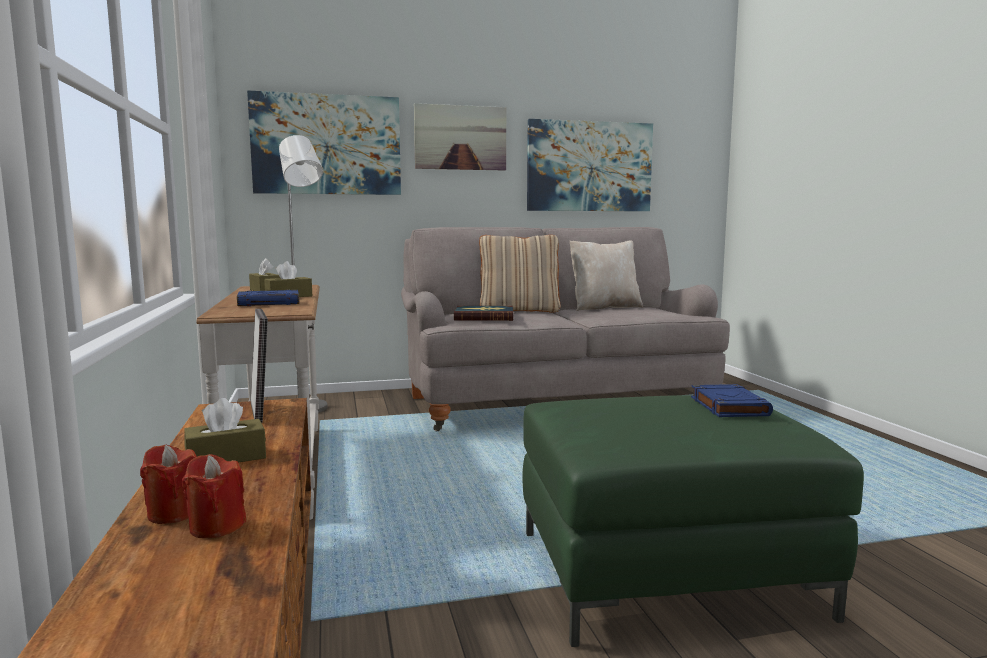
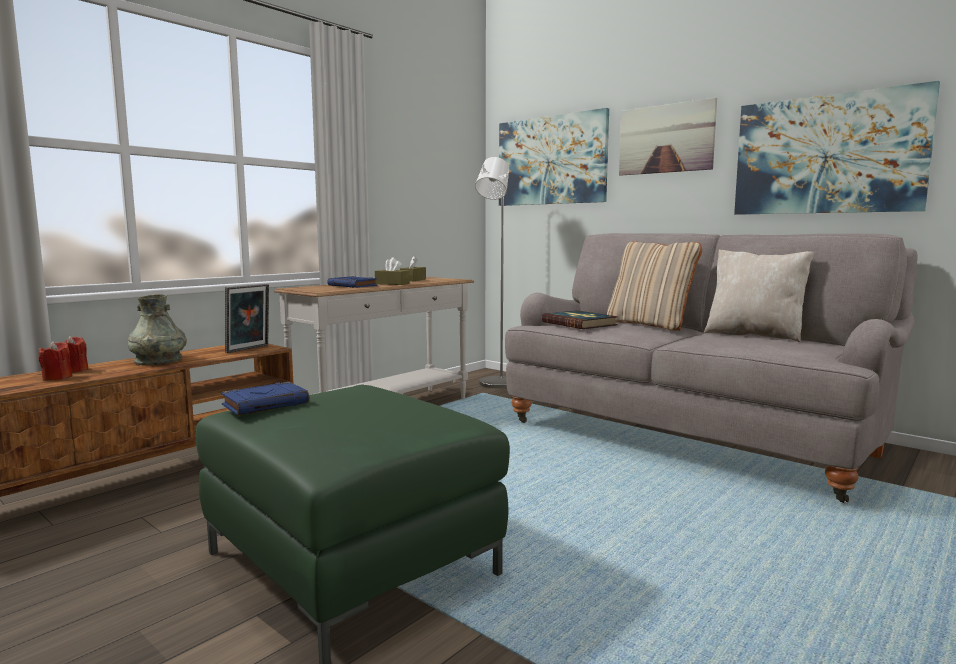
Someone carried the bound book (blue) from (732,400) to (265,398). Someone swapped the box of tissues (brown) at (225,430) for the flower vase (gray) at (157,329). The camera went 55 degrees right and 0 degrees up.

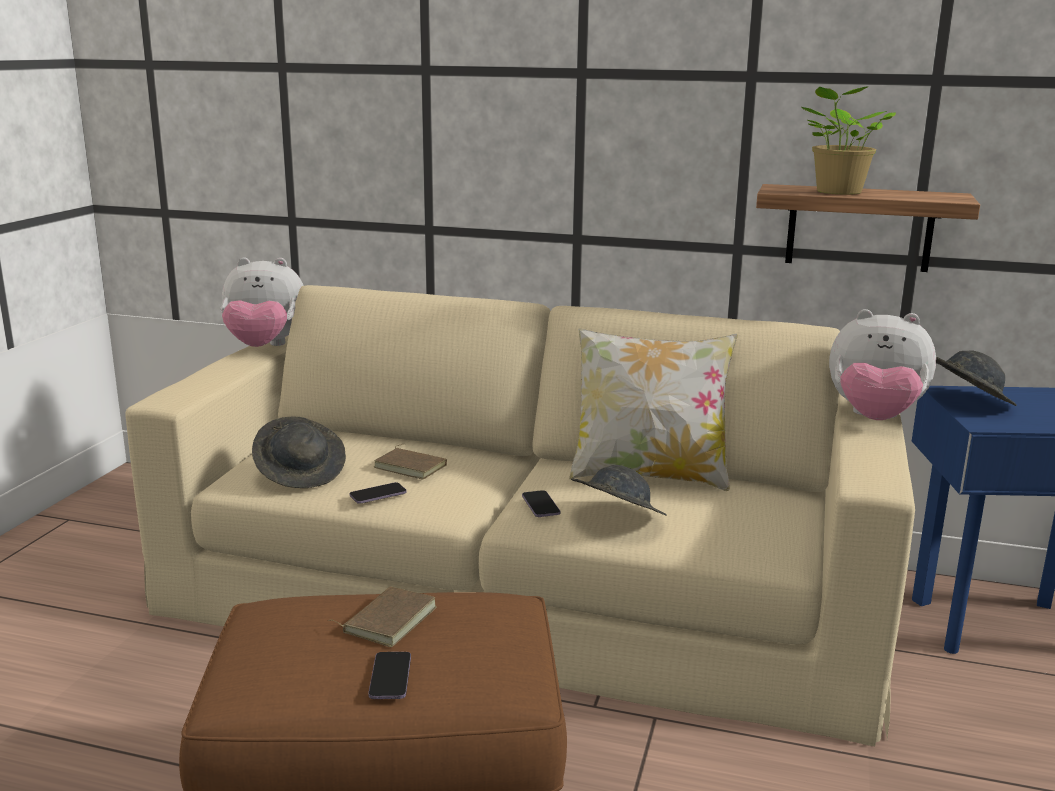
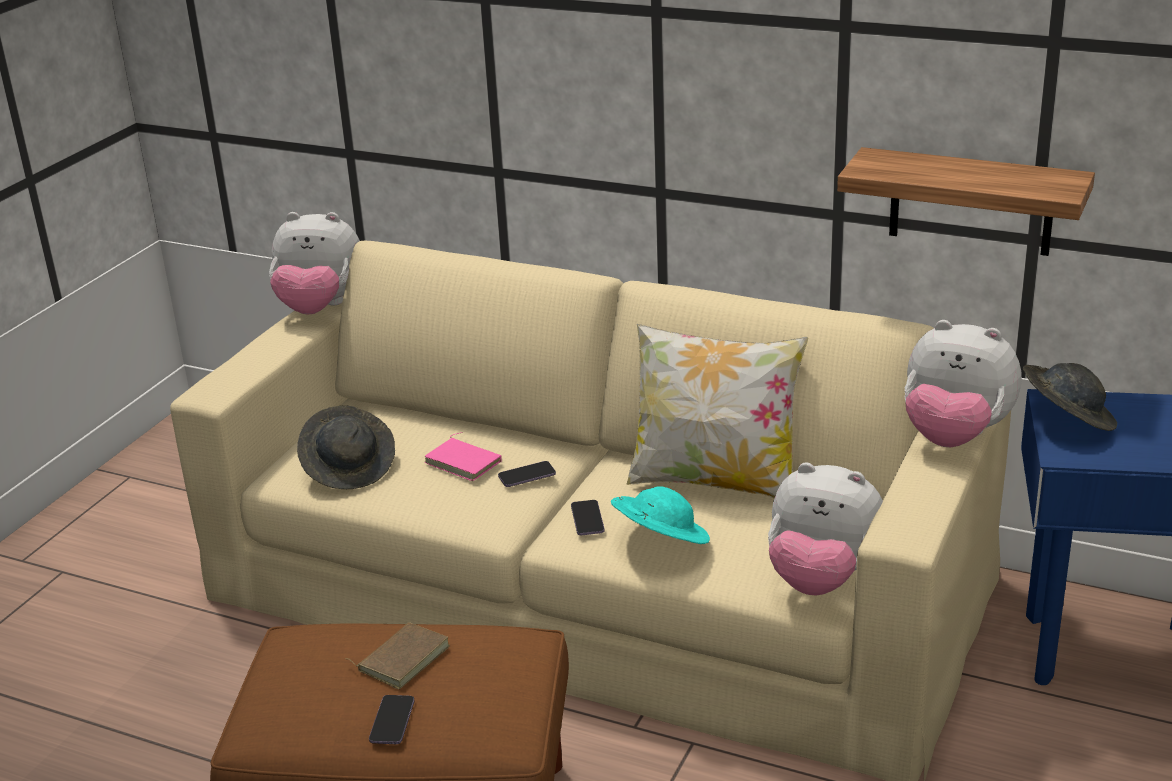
Someone took away the houseplant at (848,140). Someone repainted the bound book (brown) at (410,462), which became the bound book (pink) at (463,456). Someone repainted the wearable hat (gray) at (619,490), which became the wearable hat (turquoise-coloured) at (660,515). Someone carried the phone from (378,493) to (527,474). Someone put down the cuddly toy at (825,528). The camera went 10 degrees right and 10 degrees up.

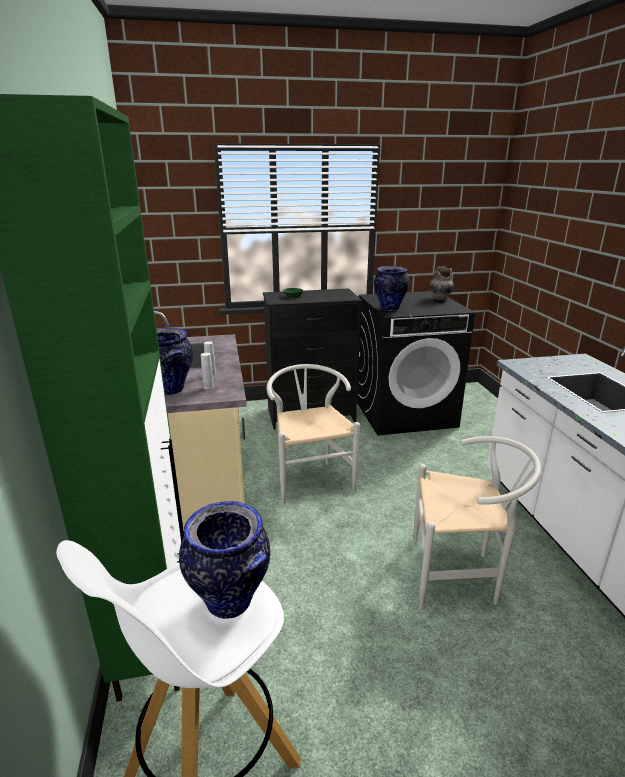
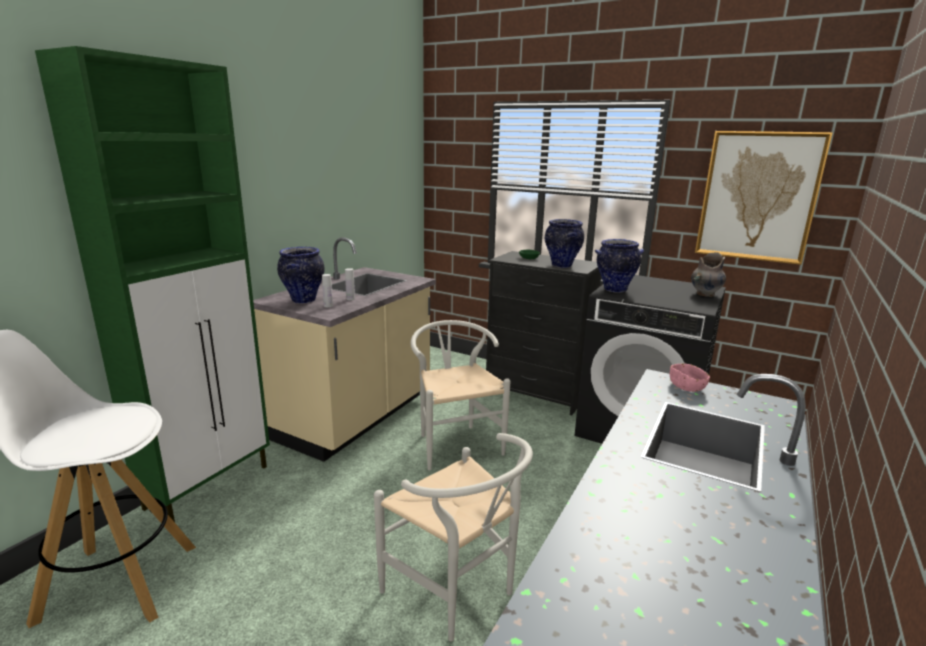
Someone rotated the chair (white-coloured) at (313,434) by 45 degrees counterclockwise. Someone carried the flower vase from (224,560) to (564,243). Someone put up the wall picture at (764,198). Someone put down the serving bowl (pink) at (690,378). The camera went 40 degrees right and 5 degrees down.

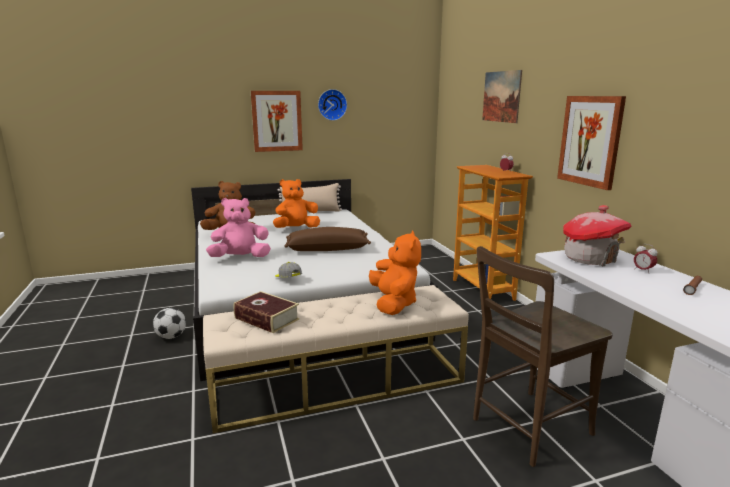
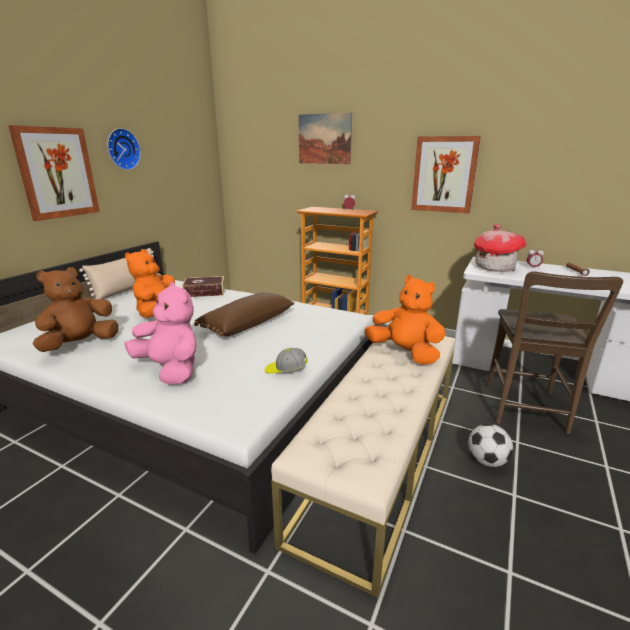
Someone rotated the cuddly toy (pink) at (238,227) by 105 degrees clockwise. Someone carried the bound book from (267,312) to (203,286). Someone carried the ball for football from (169,323) to (490,445). The camera went 45 degrees left and 5 degrees up.

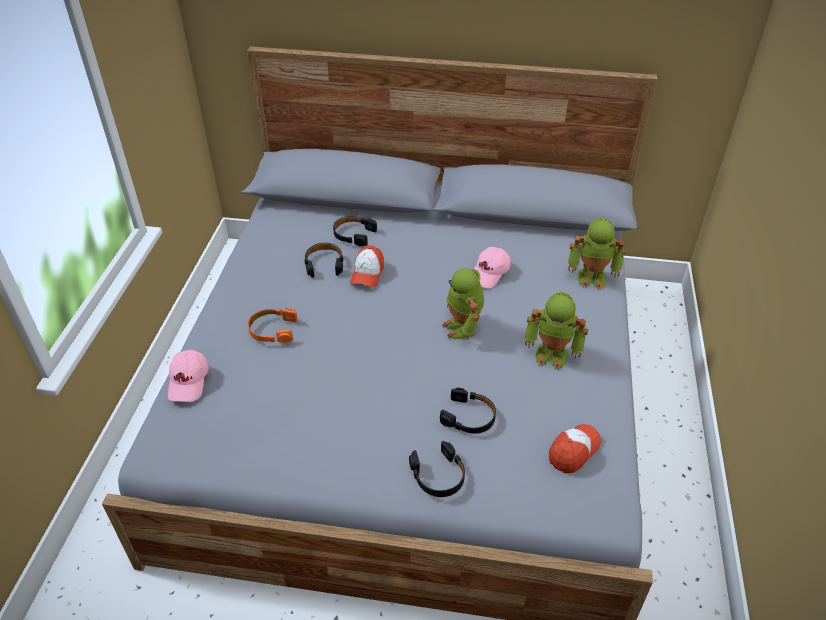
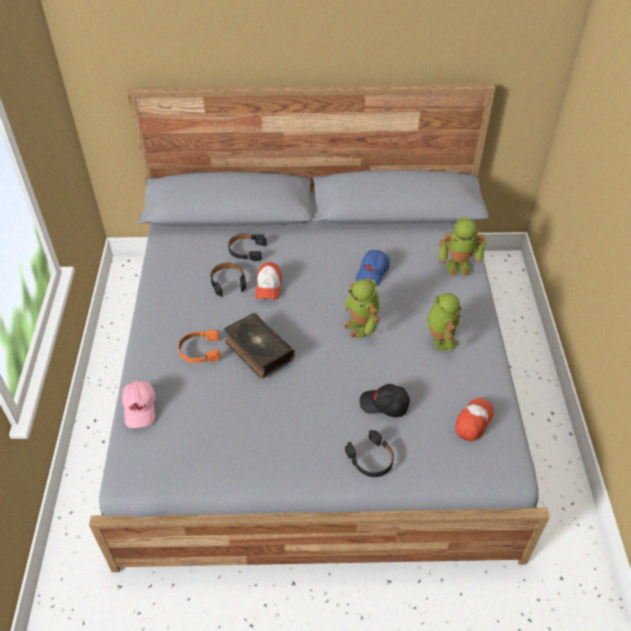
Someone repainted the peaked cap (pink) at (492,267), which became the peaked cap (blue) at (373,268). Someone rotated the model robot at (556,331) by 105 degrees counterclockwise. Someone swapped the headset (black-coloured) at (468,410) for the peaked cap (black-coloured) at (385,400). Someone put down the bound book at (260,346). The camera went 10 degrees left and 5 degrees up.

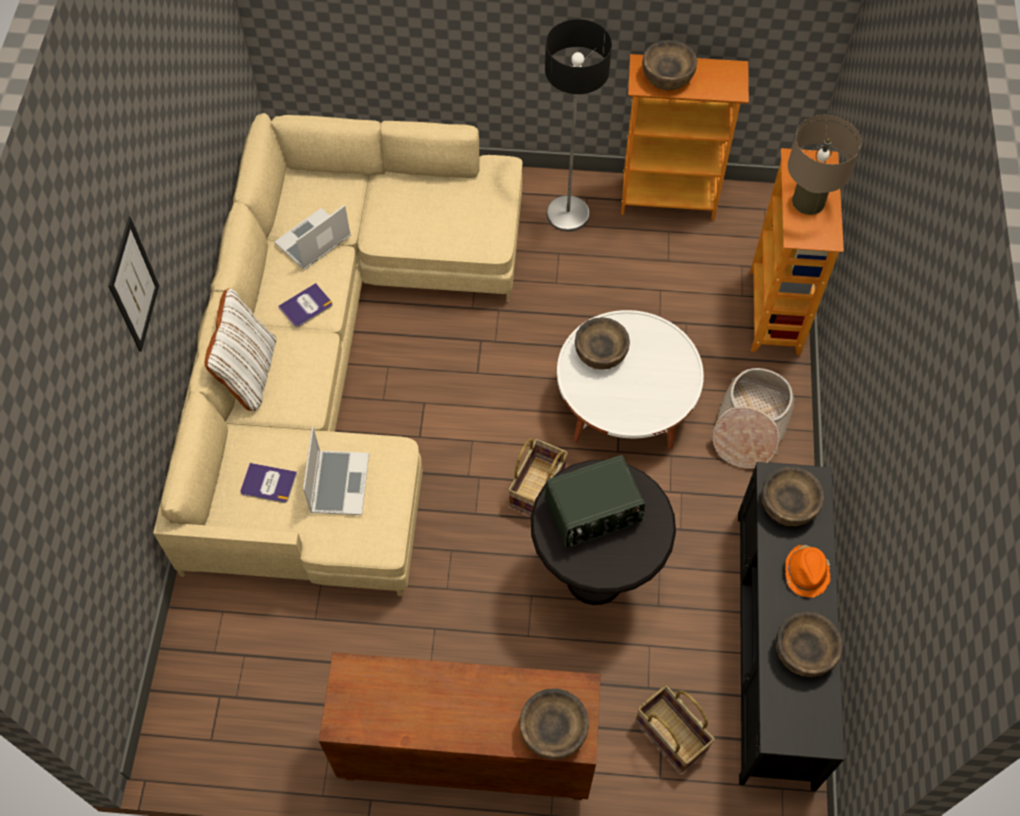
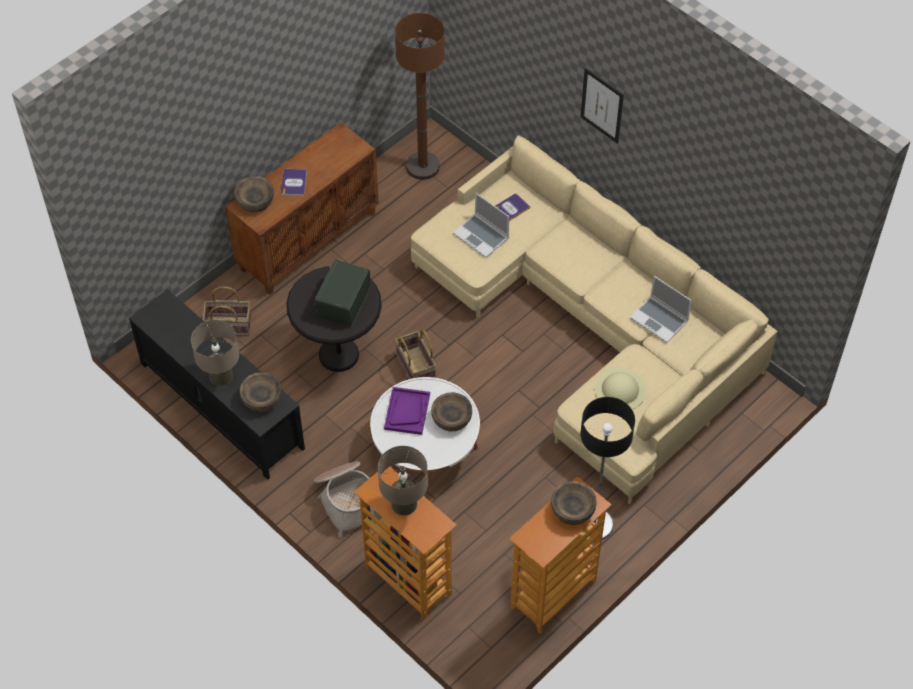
Someone rotated the portable computer at (312,237) by 135 degrees clockwise. Someone carried the bound book from (305,305) to (294,182). Someone took away the cushion (white-coloured) at (240,349). Someone swapped the wearable hat (orange) at (808,571) for the tabletop lamp (beige) at (215,353). Someone took away the serving bowl (brown) at (809,644). Someone put down the standard lamp (brown) at (420,96). Someone put down the wearable hat (beige) at (620,389). Someone put down the carrying tray (purplish) at (407,411). The camera went 130 degrees right and 5 degrees down.

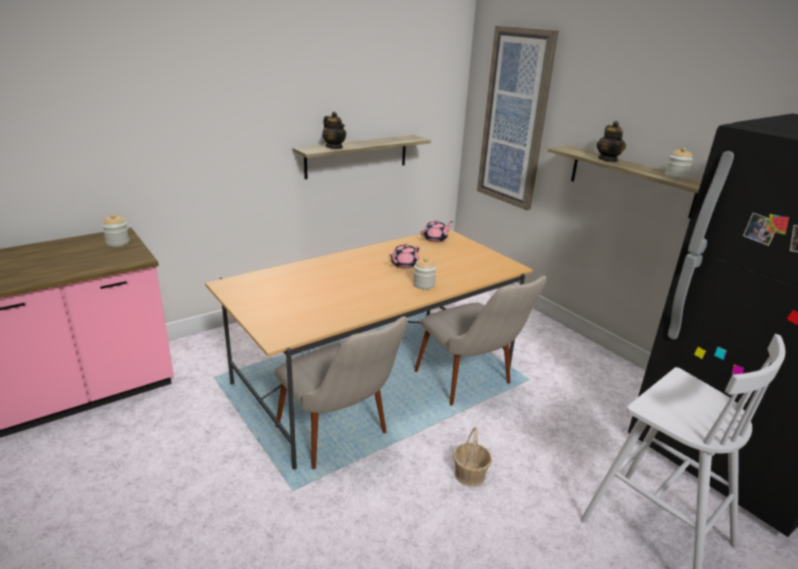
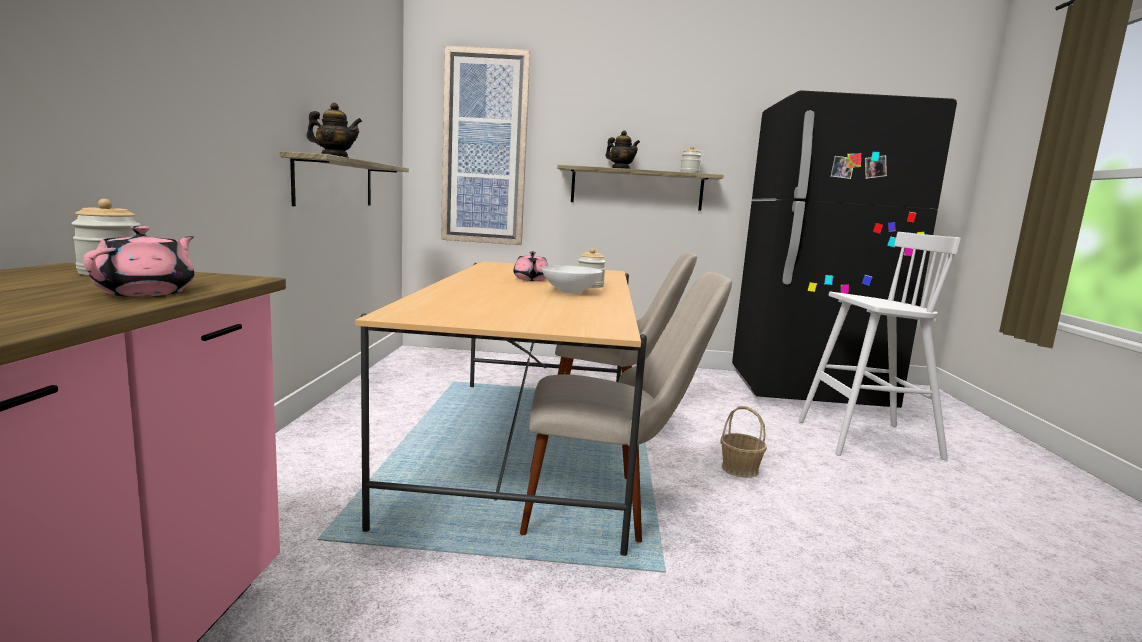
Someone carried the pot for tea (pink) from (437,231) to (138,261). Someone put down the serving bowl (white-coloured) at (572,279). The camera went 50 degrees left and 15 degrees down.

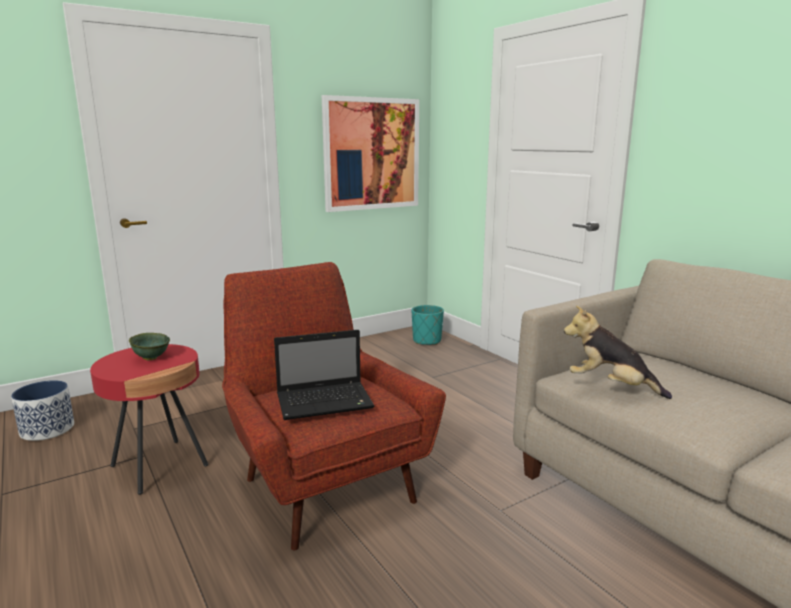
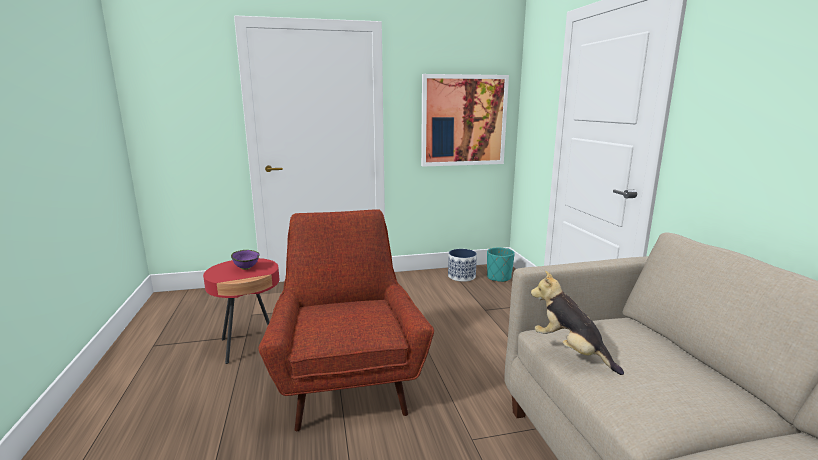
Someone took away the portable computer at (324,375). Someone repainted the serving bowl (greenish) at (149,346), which became the serving bowl (purplish) at (245,260). Someone carried the flower pot from (42,410) to (462,265). The camera went 20 degrees right and 0 degrees up.

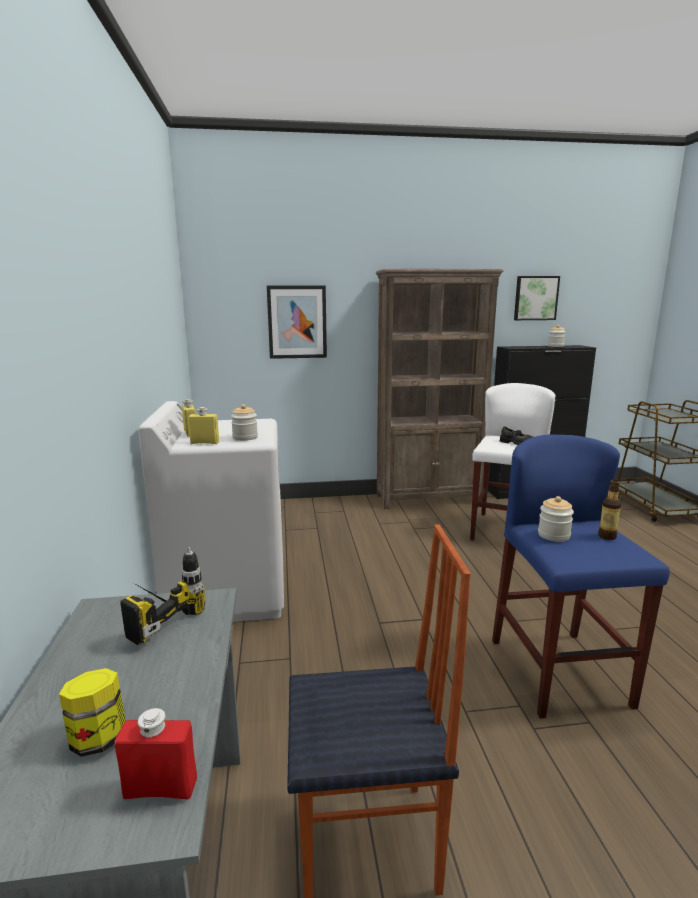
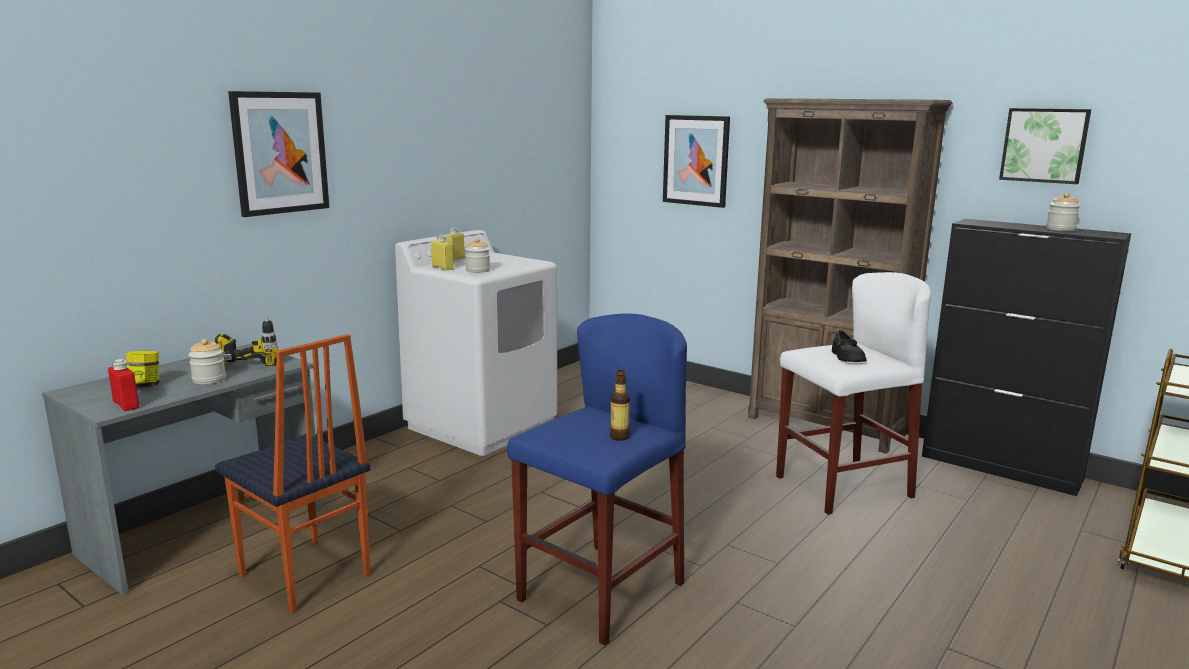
Someone carried the storage jar from (556,519) to (207,361). Someone put up the wall picture at (278,154). The camera went 45 degrees right and 0 degrees up.

